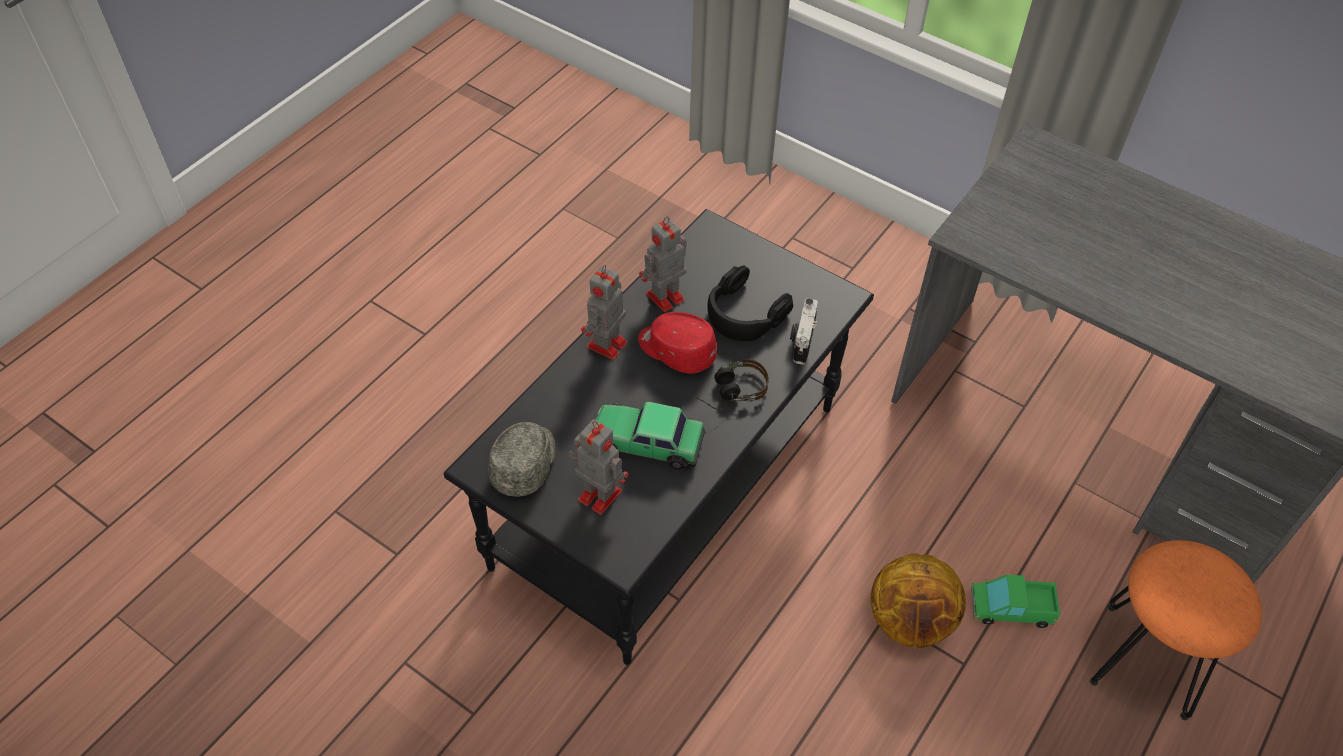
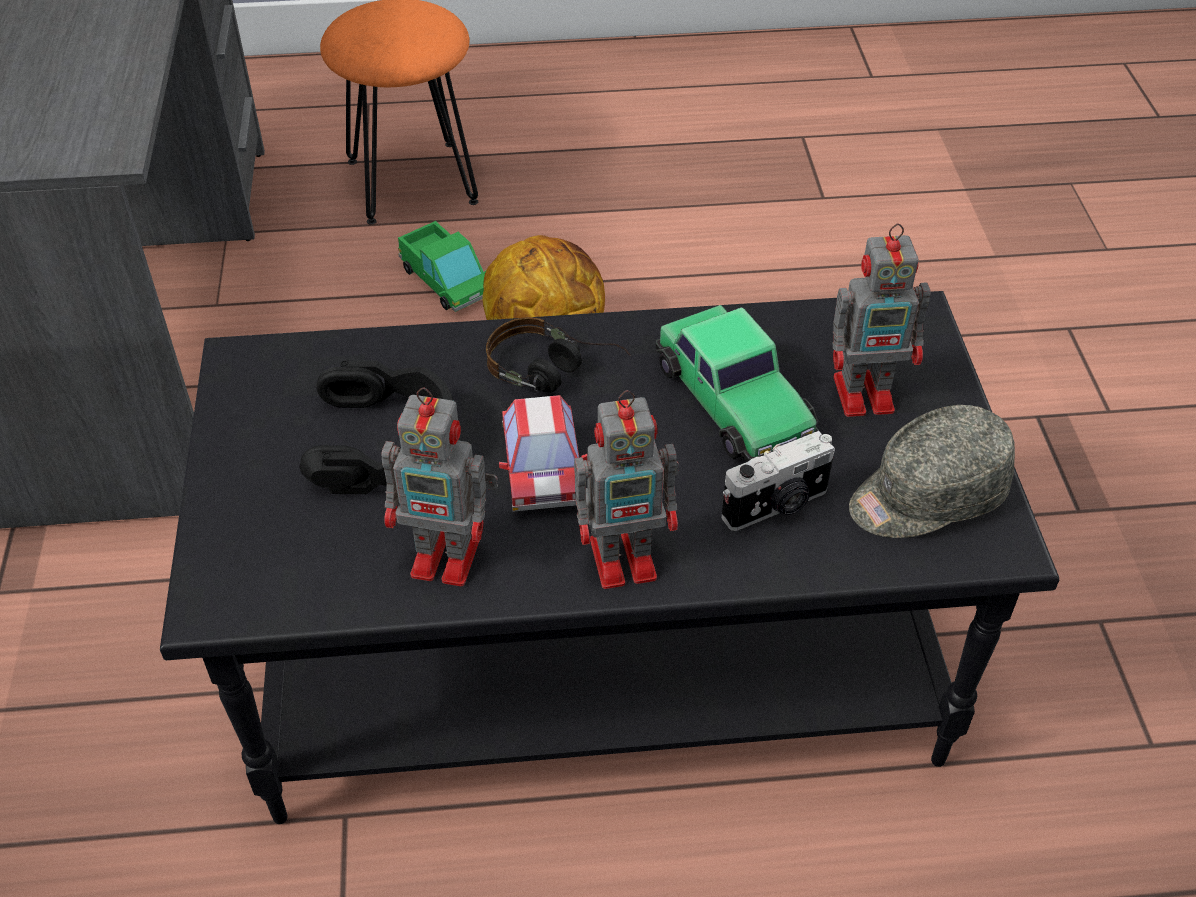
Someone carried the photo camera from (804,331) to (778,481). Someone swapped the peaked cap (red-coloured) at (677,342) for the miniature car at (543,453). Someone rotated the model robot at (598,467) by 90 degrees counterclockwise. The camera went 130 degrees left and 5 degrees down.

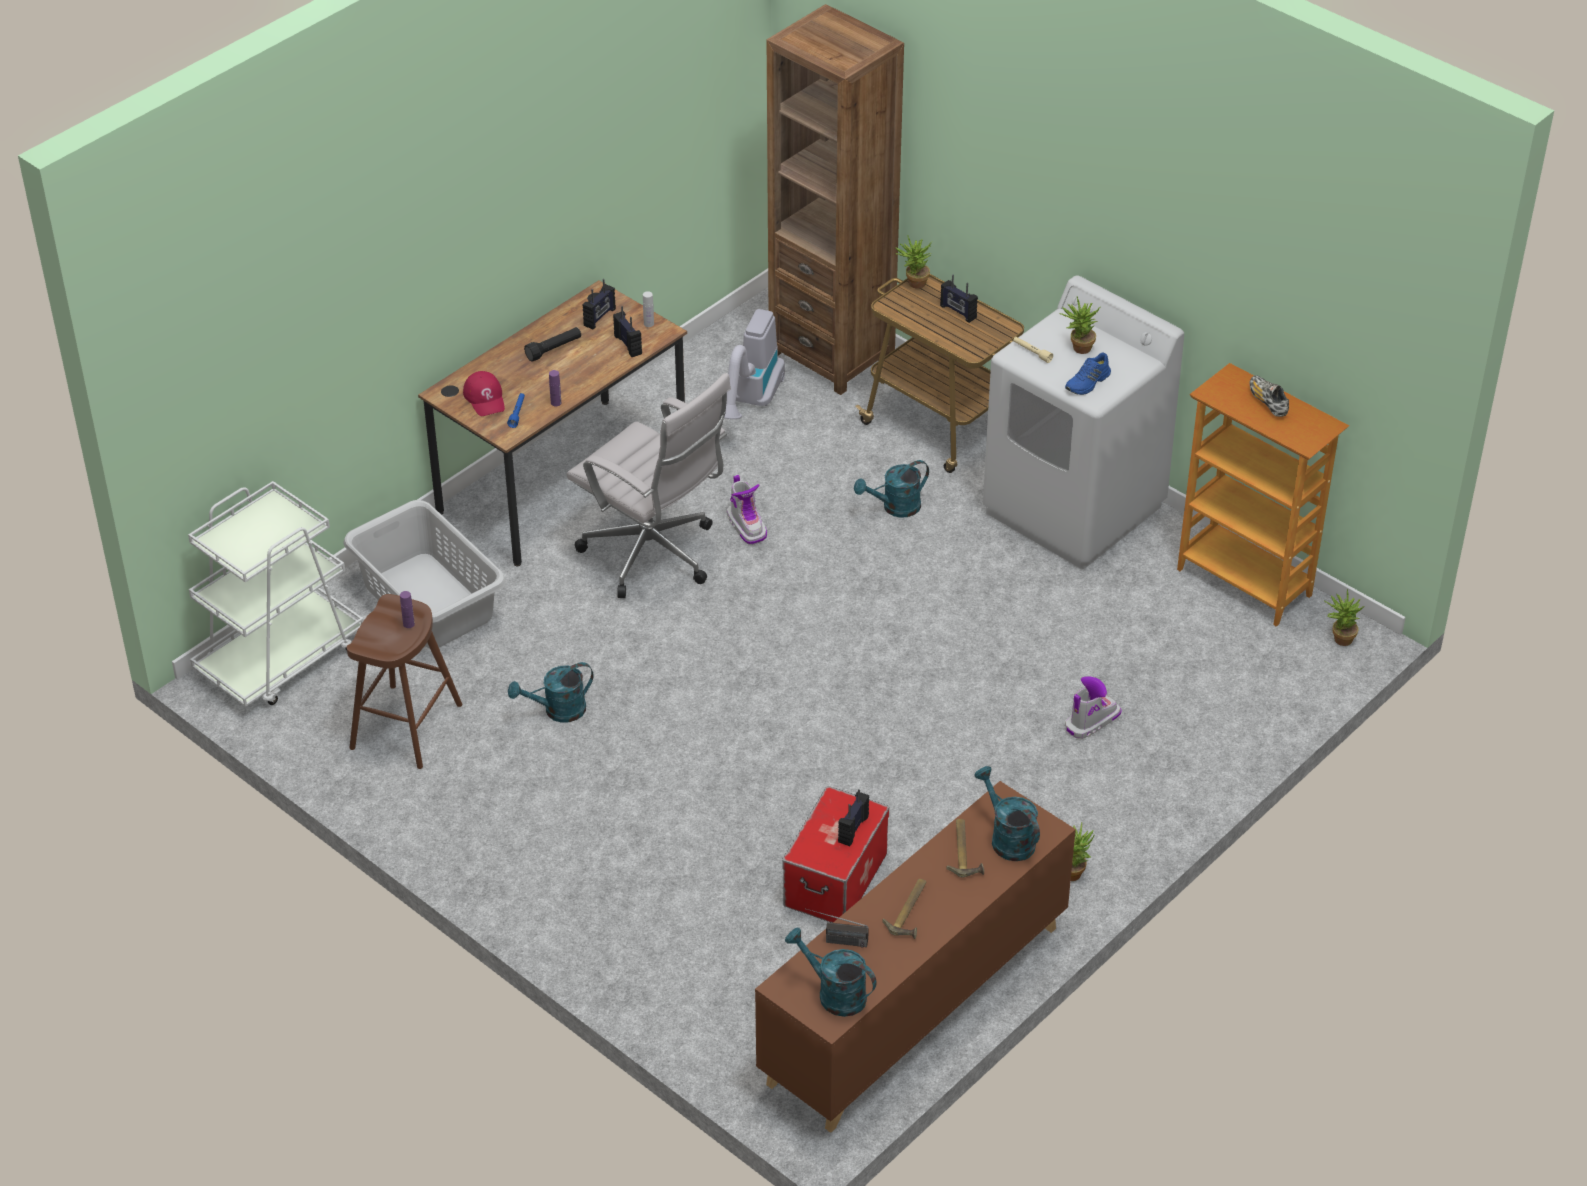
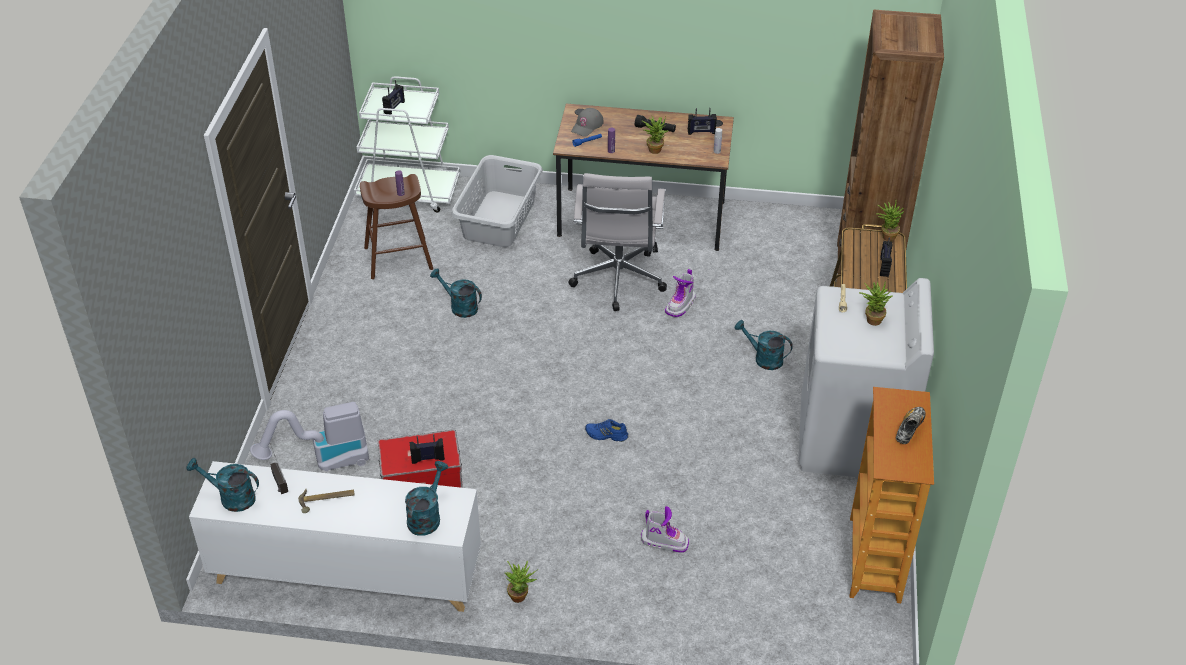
Someone carried the radio from (627,331) to (393,97). Someone carried the hoover from (754,364) to (309,436). Someone carried the item of footwear (blue) from (1088,373) to (607,430). Someone repainted the peaked cap (red-coloured) at (484,393), which became the peaked cap (gray) at (587,122). Someone carried the houseplant from (1344,617) to (655,134). Someone repainted the storage cabinet (brown) at (915,957), which became the storage cabinet (white-coloured) at (335,536). Someone took away the hand hammer at (965,848). Someone rotated the watering can (turquoise-coloured) at (831,972) by 75 degrees counterclockwise. The camera went 55 degrees right and 0 degrees up.

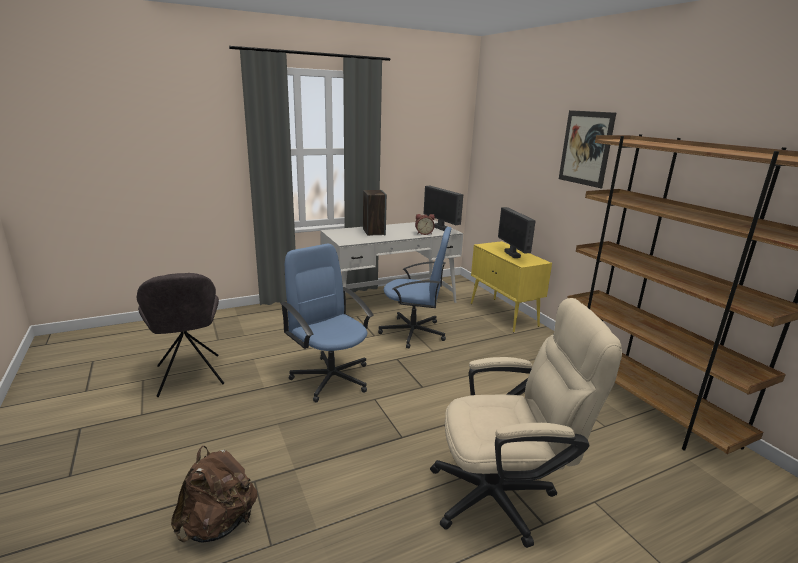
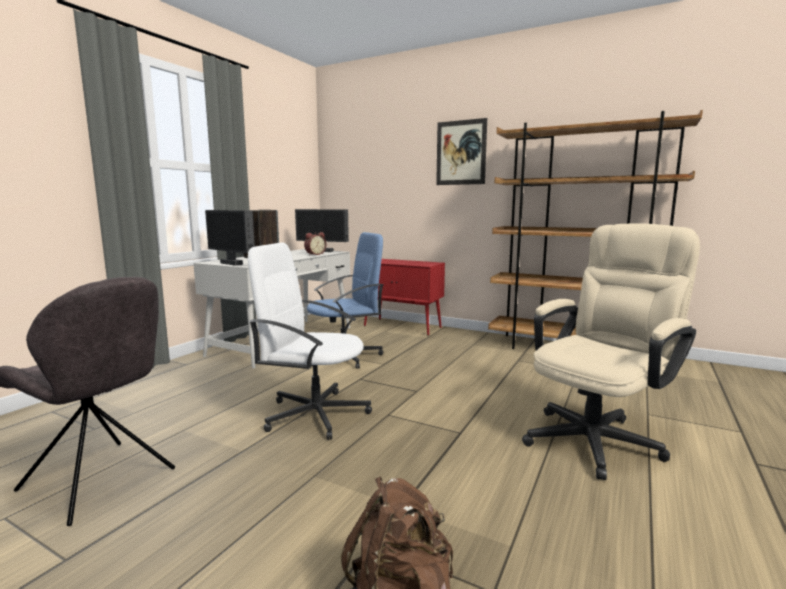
Someone carried the monitor from (517,232) to (230,238). Someone repainted the storage cabinet (yellow-coloured) at (511,287), which became the storage cabinet (red-coloured) at (404,297). Someone repainted the computer chair (blue) at (327,323), which became the computer chair (white-coloured) at (310,341). The camera went 35 degrees left and 10 degrees down.

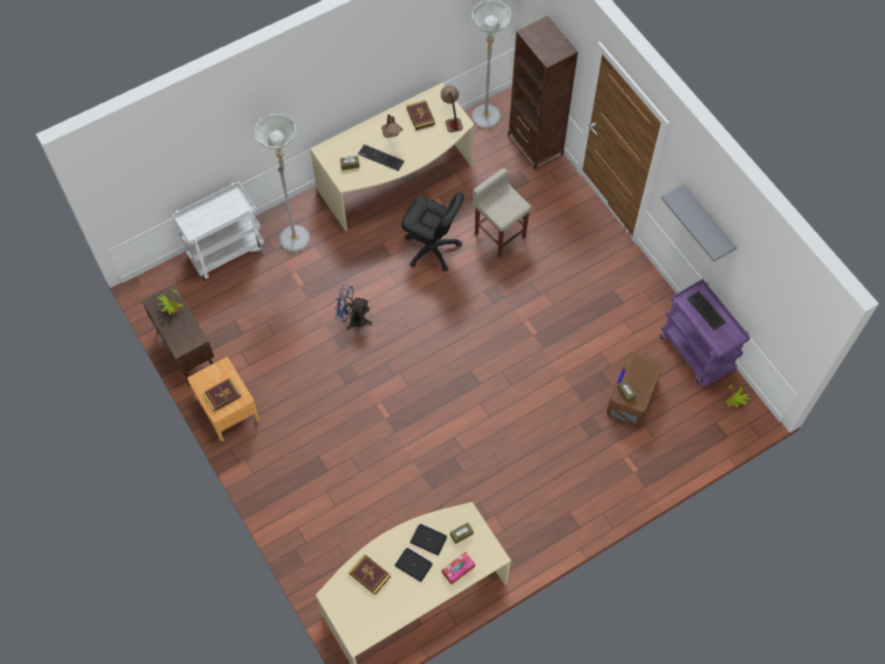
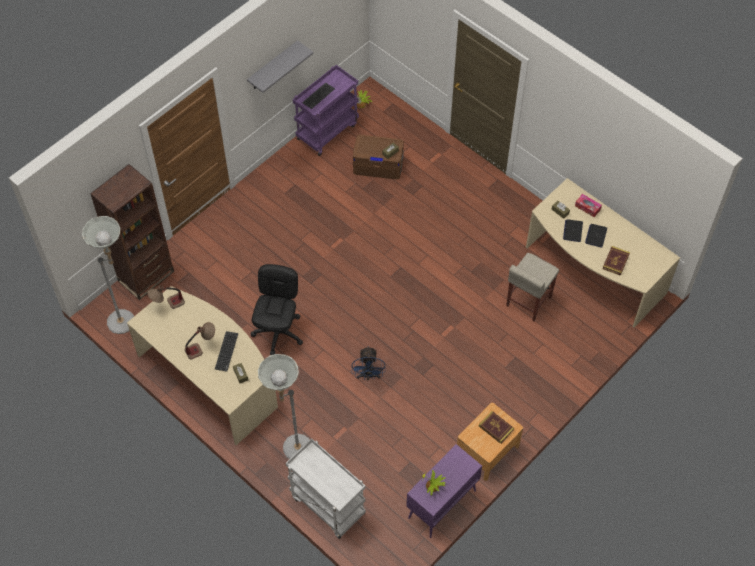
Someone took away the bound book at (420,115). Someone carried the stool seat (beige) from (502,212) to (532,287). Someone repainted the storage cabinet (brown) at (178,334), which became the storage cabinet (purplish) at (444,491). The camera went 105 degrees left and 5 degrees down.

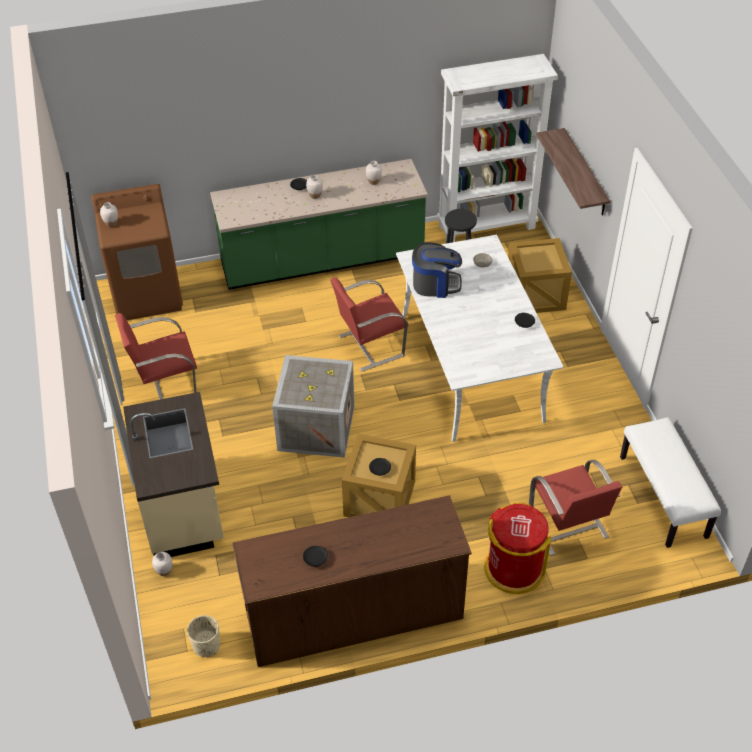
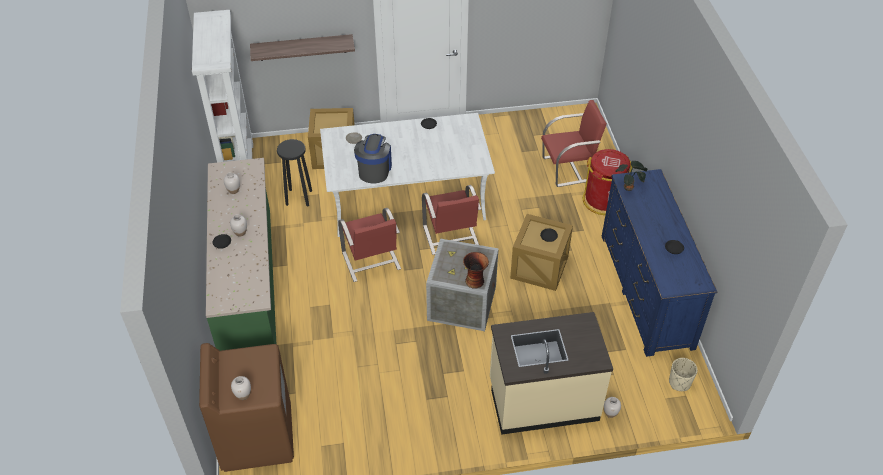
Someone carried the chair (red-coloured) from (156,356) to (451,220). Someone took away the long seat (white-coloured) at (670,482). Someone repainted the chest of drawers (brown) at (352,581), which became the chest of drawers (blue) at (659,263). Someone put down the houseplant at (632,176). Someone put down the flower vase at (476,270). The camera went 85 degrees left and 0 degrees up.

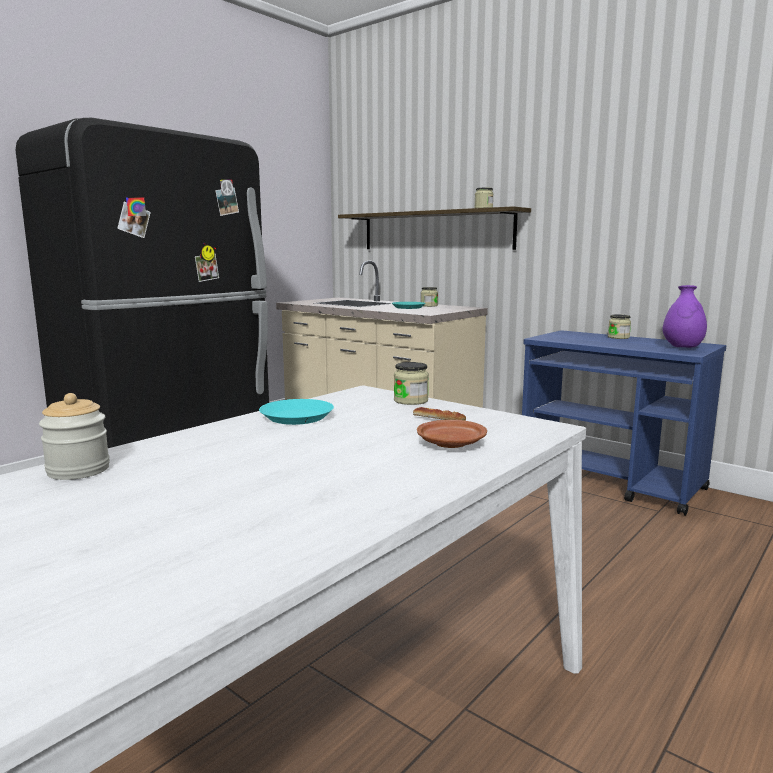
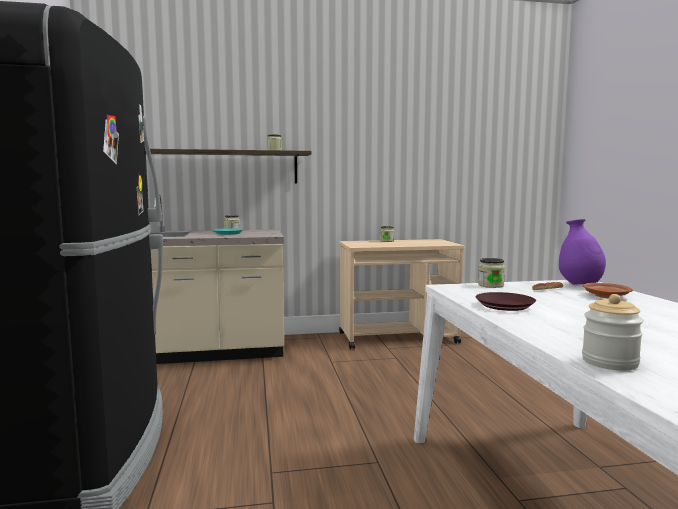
Someone carried the flower vase (purplish) from (684,316) to (582,252). Someone repainted the cart (blue) at (624,423), which became the cart (beige) at (402,294). Someone repainted the dinner plate (turquoise-coloured) at (296,412), which became the dinner plate (brown) at (505,301). The camera went 50 degrees left and 5 degrees down.

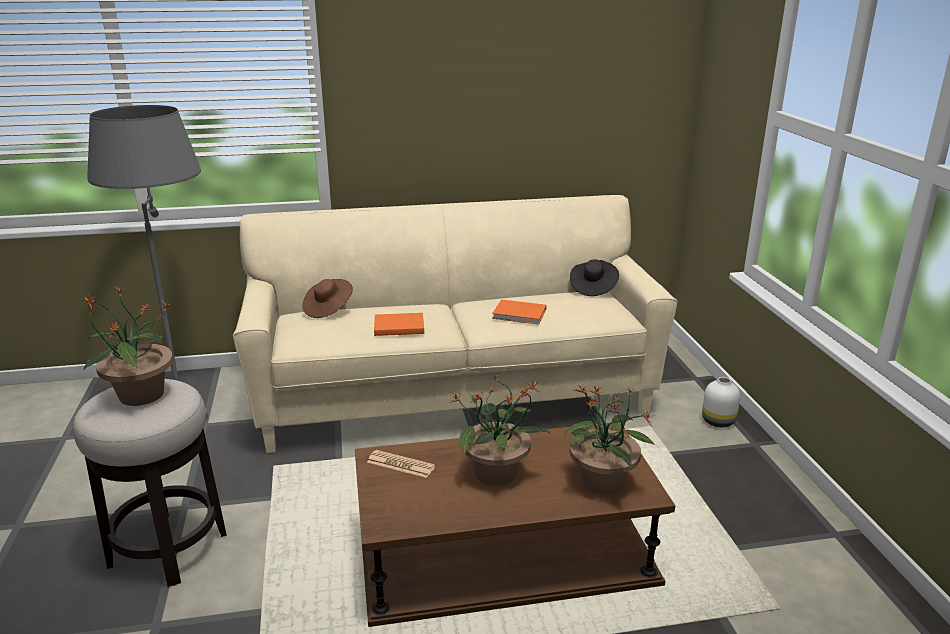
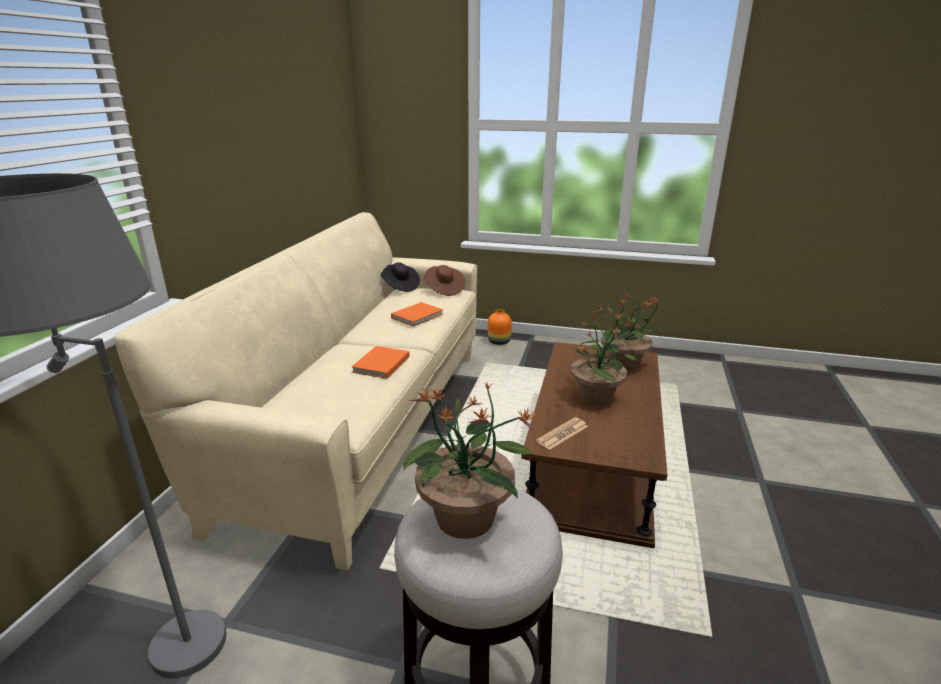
Someone carried the wearable hat (brown) from (327,298) to (444,280). Someone repainted the flower vase (white-coloured) at (721,402), which became the flower vase (orange) at (500,327). The camera went 65 degrees left and 0 degrees up.

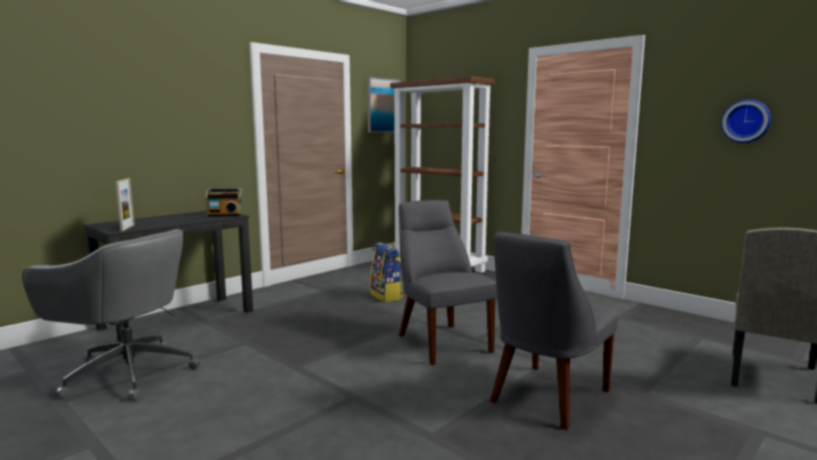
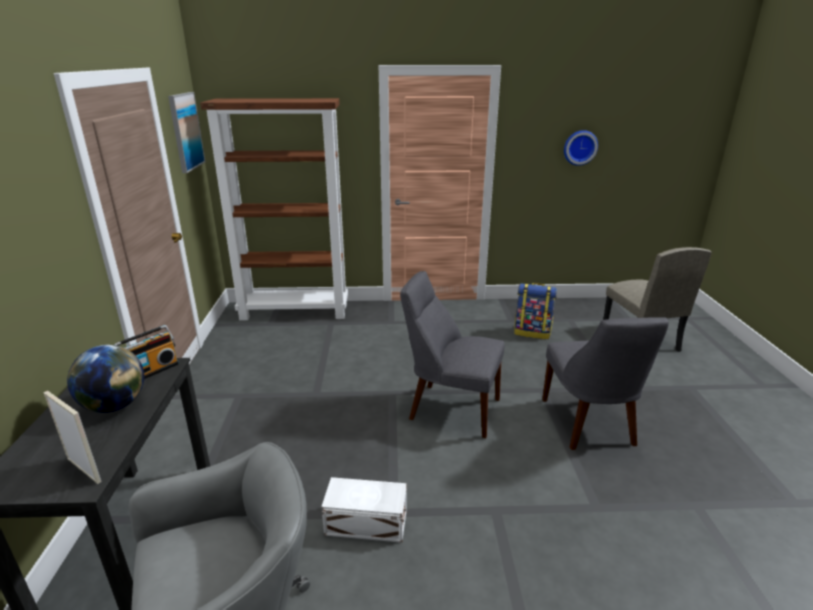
Someone carried the rucksack from (386,272) to (535,311). Someone put down the desk globe at (106,379). Someone put down the storage bin (white-coloured) at (364,510). The camera went 45 degrees left and 15 degrees up.

